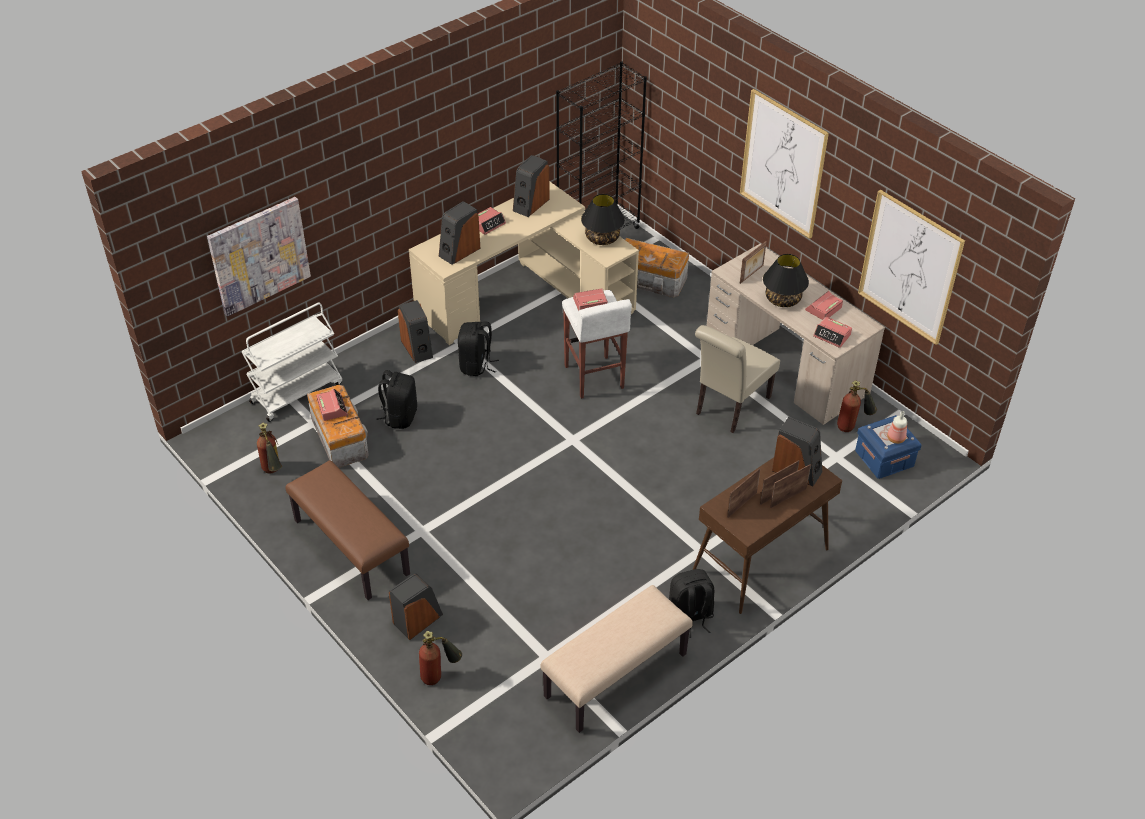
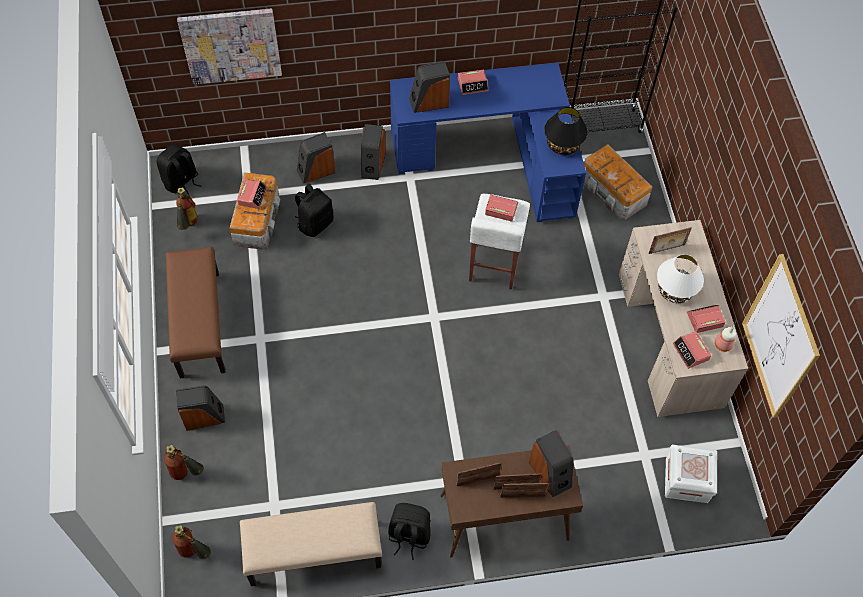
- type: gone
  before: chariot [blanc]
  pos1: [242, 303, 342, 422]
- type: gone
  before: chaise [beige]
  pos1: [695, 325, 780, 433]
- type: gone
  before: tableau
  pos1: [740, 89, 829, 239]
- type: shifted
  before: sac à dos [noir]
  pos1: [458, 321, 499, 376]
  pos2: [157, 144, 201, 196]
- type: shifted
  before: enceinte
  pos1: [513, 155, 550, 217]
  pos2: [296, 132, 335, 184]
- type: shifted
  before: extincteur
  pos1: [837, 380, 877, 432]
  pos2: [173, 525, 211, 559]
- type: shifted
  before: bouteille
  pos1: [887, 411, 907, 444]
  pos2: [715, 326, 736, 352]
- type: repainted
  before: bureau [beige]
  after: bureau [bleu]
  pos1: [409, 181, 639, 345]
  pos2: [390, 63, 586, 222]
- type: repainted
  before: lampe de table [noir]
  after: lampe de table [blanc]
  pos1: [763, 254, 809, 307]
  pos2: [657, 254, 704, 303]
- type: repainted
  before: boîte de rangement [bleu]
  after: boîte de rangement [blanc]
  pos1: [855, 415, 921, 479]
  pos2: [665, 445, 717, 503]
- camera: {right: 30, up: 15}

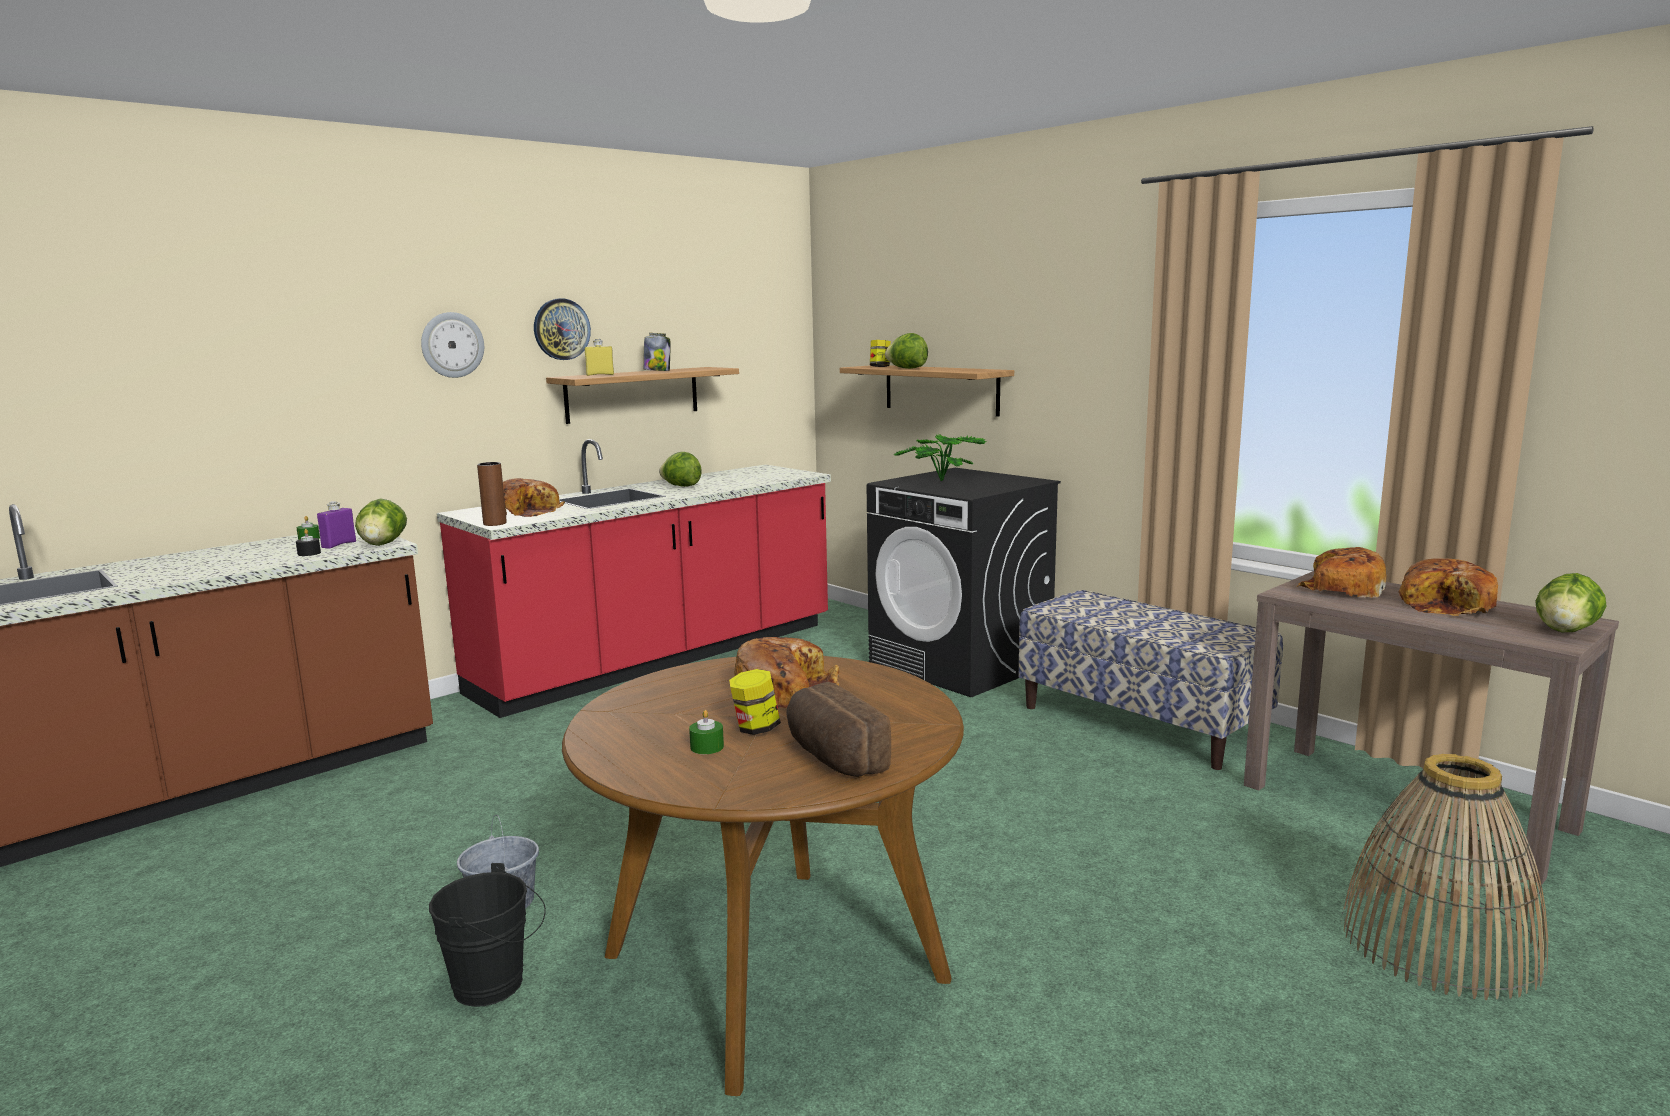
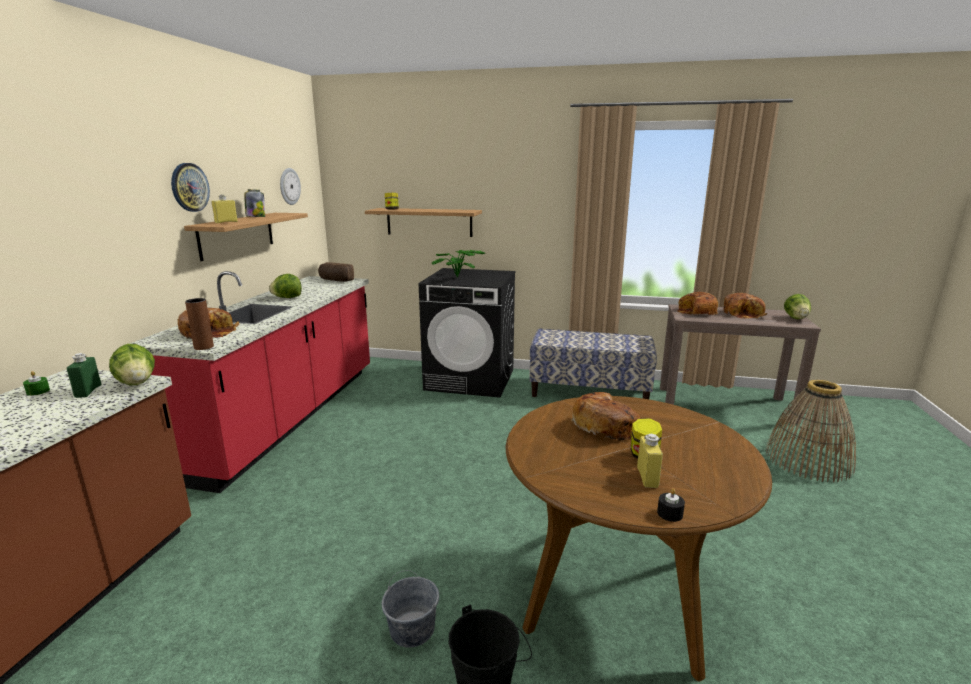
- type: gone
  before: laitue
  pos1: [885, 333, 928, 369]
- type: shifted
  before: bougie [noir]
  pos1: [296, 529, 321, 556]
  pos2: [657, 488, 685, 522]
- type: shifted
  before: horloge murale
  pos1: [421, 312, 484, 378]
  pos2: [280, 168, 301, 205]
- type: shifted
  before: pain
  pos1: [786, 682, 891, 777]
  pos2: [318, 262, 354, 282]
- type: swapped
  before: bougie [vert]
  after: bouteille [jaune]
  pos1: [689, 710, 724, 754]
  pos2: [637, 434, 663, 488]
- type: repainted
  before: bouteille [violet]
  after: bouteille [vert]
  pos1: [317, 501, 356, 548]
  pos2: [67, 353, 101, 398]
- camera: {right: -35, up: 5}

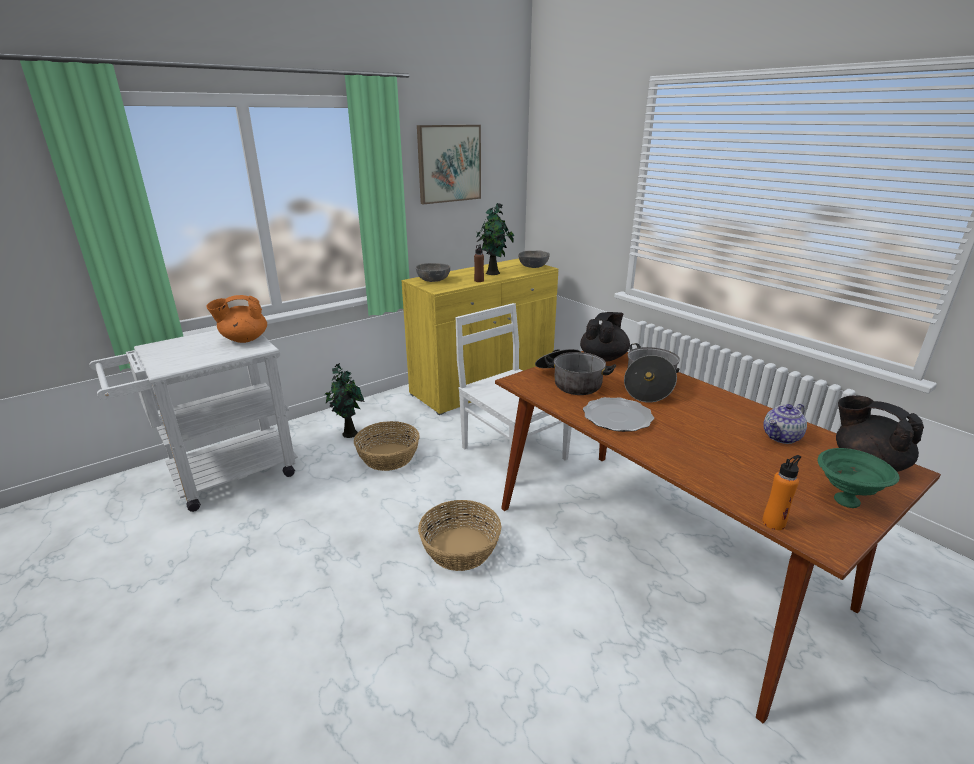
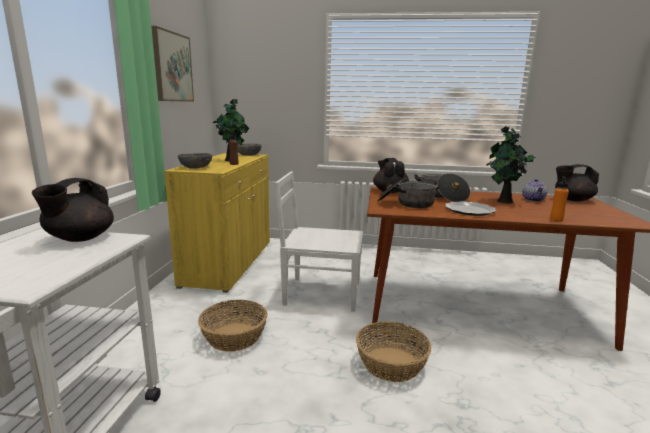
- type: gone
  before: bol [vert]
  pos1: [818, 448, 899, 508]
- type: shifted
  before: plante en pot
  pos1: [325, 363, 365, 438]
  pos2: [486, 126, 536, 203]
- type: shifted
  before: bouteille [orange]
  pos1: [762, 455, 801, 530]
  pos2: [550, 176, 569, 222]
- type: repainted
  before: théière [orange]
  after: théière [noir]
  pos1: [206, 295, 267, 343]
  pos2: [32, 178, 114, 242]
- camera: {right: -45, up: -10}

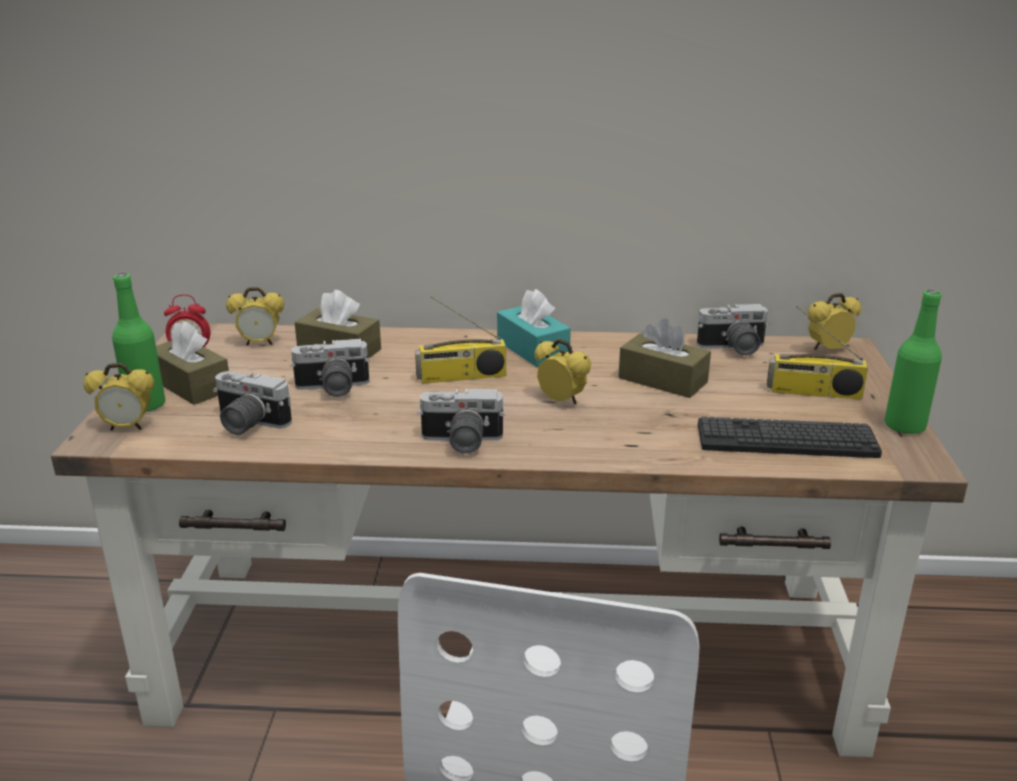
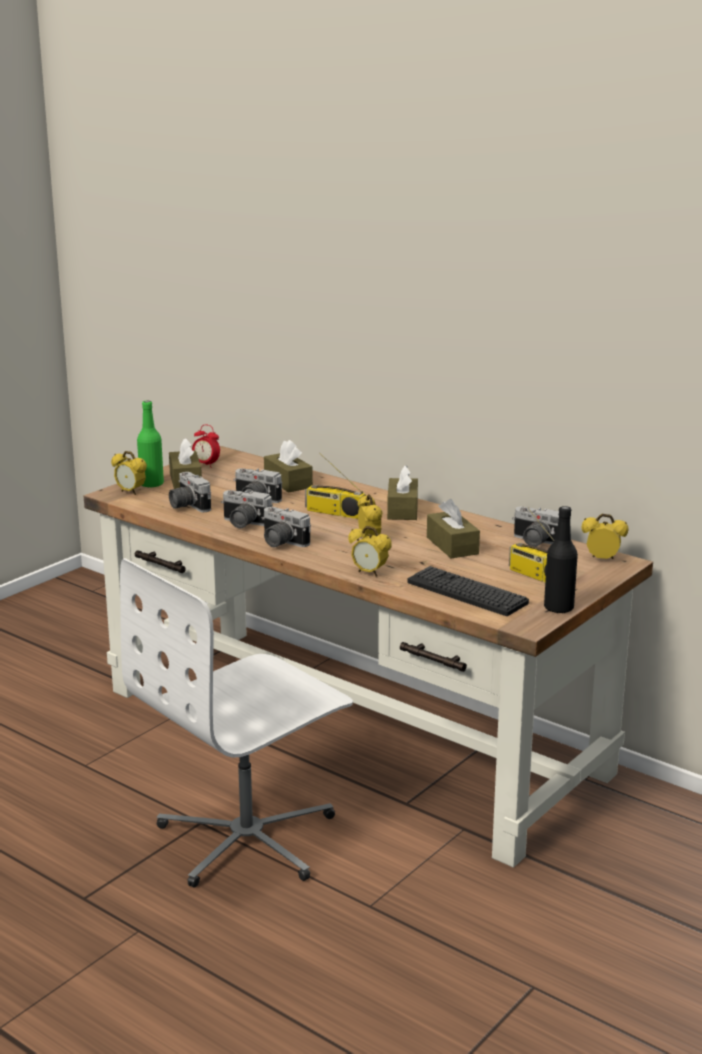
- type: new
  after: appareil photo
  pos2: [221, 490, 273, 528]
- type: shifted
  before: réveil
  pos1: [226, 287, 284, 346]
  pos2: [348, 526, 392, 577]
- type: repainted
  before: boîte à mouchoirs [turquoise]
  after: boîte à mouchoirs [marron]
  pos1: [497, 289, 571, 367]
  pos2: [387, 465, 418, 520]
- type: repainted
  before: bouteille [vert]
  after: bouteille [noir]
  pos1: [885, 290, 942, 435]
  pos2: [544, 506, 578, 614]
- camera: {right: 35, up: -5}

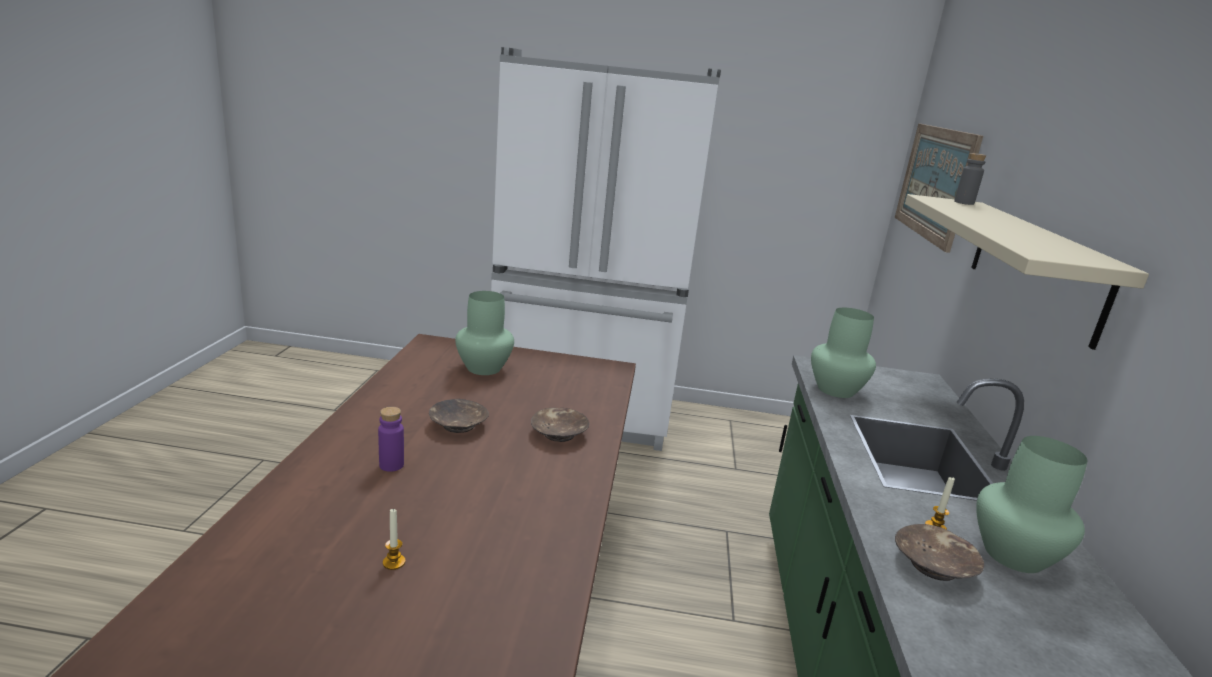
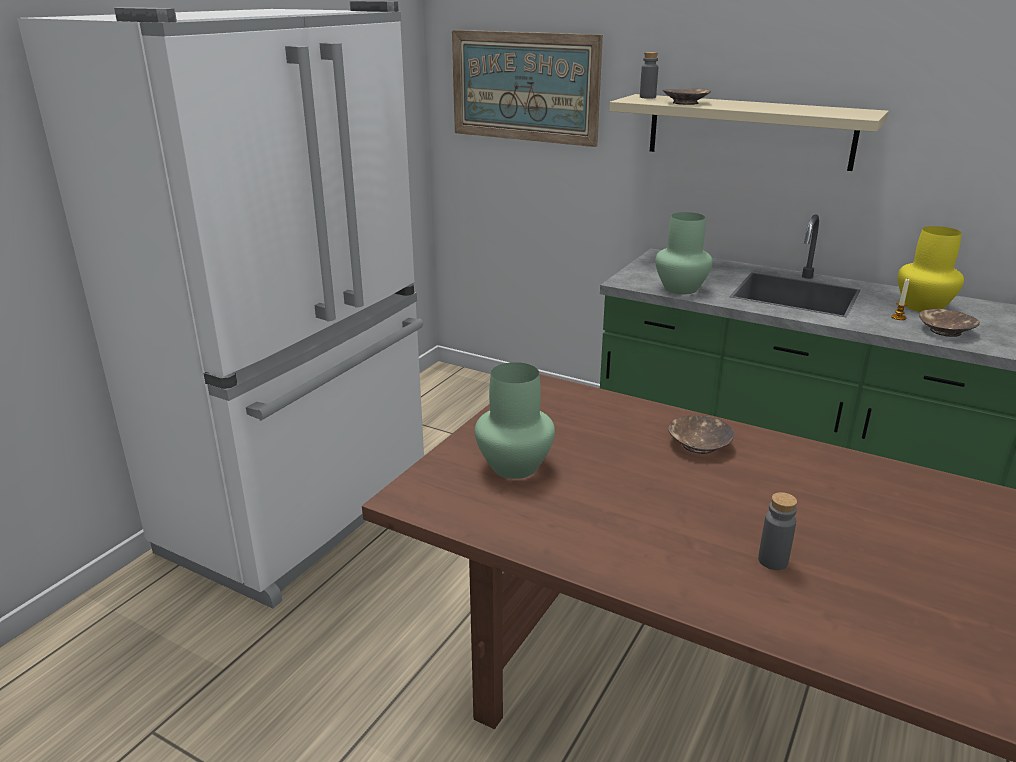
- type: gone
  before: bougie
  pos1: [383, 509, 406, 570]
- type: shifted
  before: bol [marron]
  pos1: [429, 399, 489, 433]
  pos2: [663, 88, 711, 105]
- type: repainted
  before: bouteille [violet]
  after: bouteille [gris]
  pos1: [378, 407, 404, 472]
  pos2: [758, 492, 797, 570]
- type: repainted
  before: vase [vert]
  after: vase [jaune]
  pos1: [976, 436, 1087, 573]
  pos2: [898, 226, 964, 312]
- camera: {right: -65, up: 5}

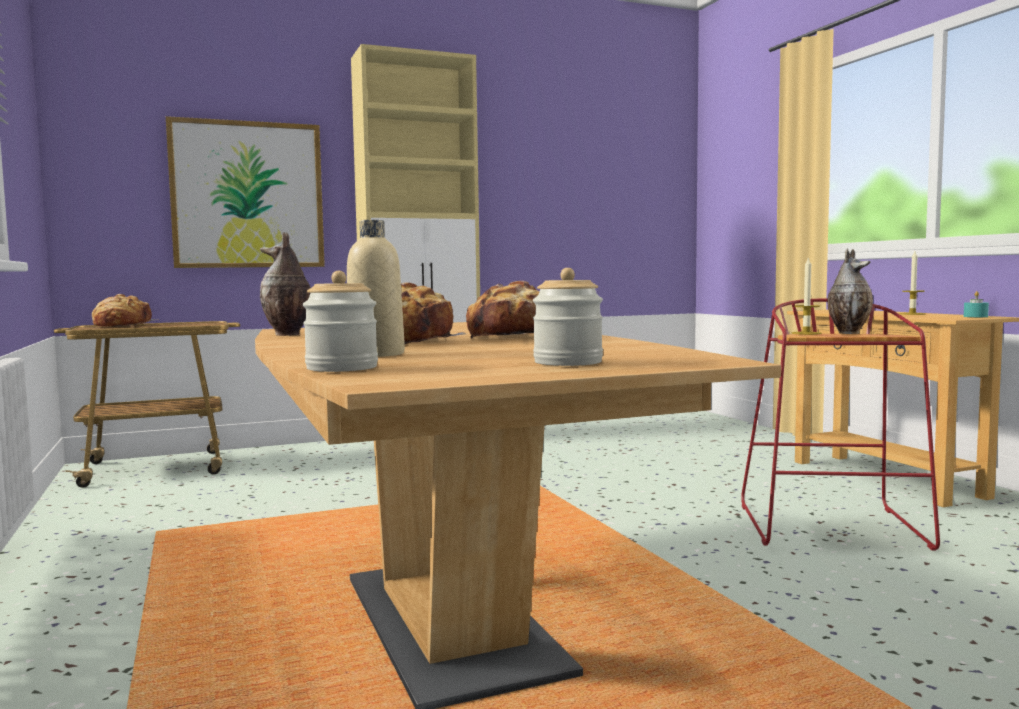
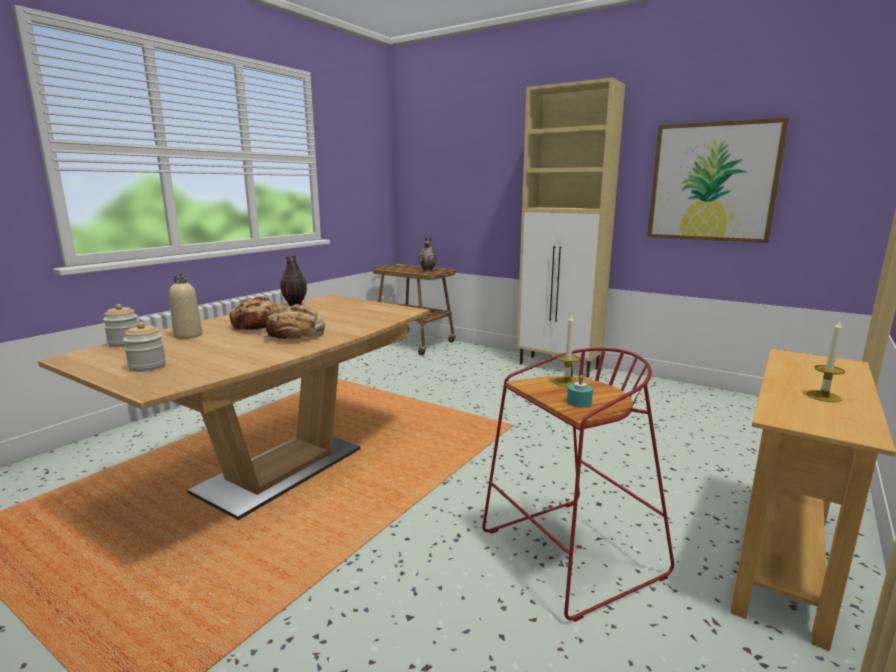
- type: gone
  before: pain
  pos1: [92, 294, 159, 327]
- type: shifted
  before: tableau
  pos1: [166, 116, 325, 268]
  pos2: [647, 117, 789, 243]
- type: shifted
  before: vase
  pos1: [827, 248, 873, 334]
  pos2: [419, 237, 436, 272]
- type: shifted
  before: bougie [turquoise]
  pos1: [964, 291, 989, 317]
  pos2: [567, 375, 593, 407]
- camera: {right: 55, up: 10}

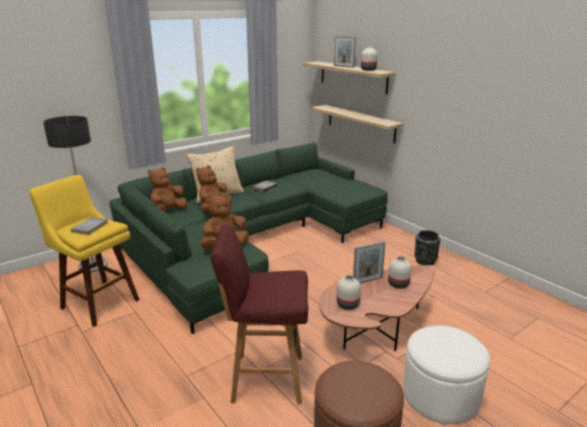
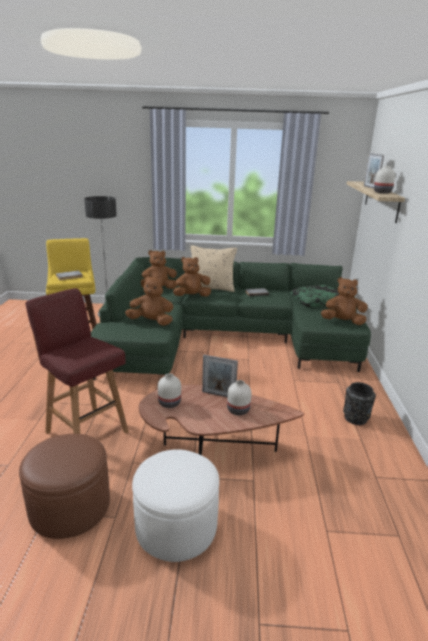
- type: gone
  before: étagère
  pos1: [311, 105, 404, 144]
- type: new
  after: coussin
  pos2: [290, 285, 339, 307]
- type: new
  after: peluche [marron]
  pos2: [321, 277, 368, 325]
- camera: {right: 40, up: 0}

